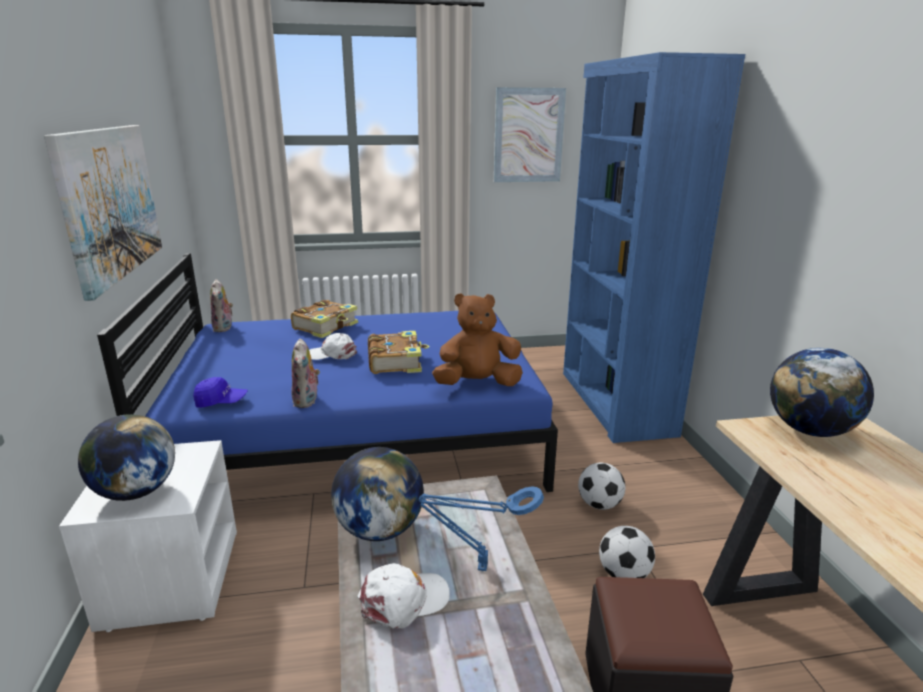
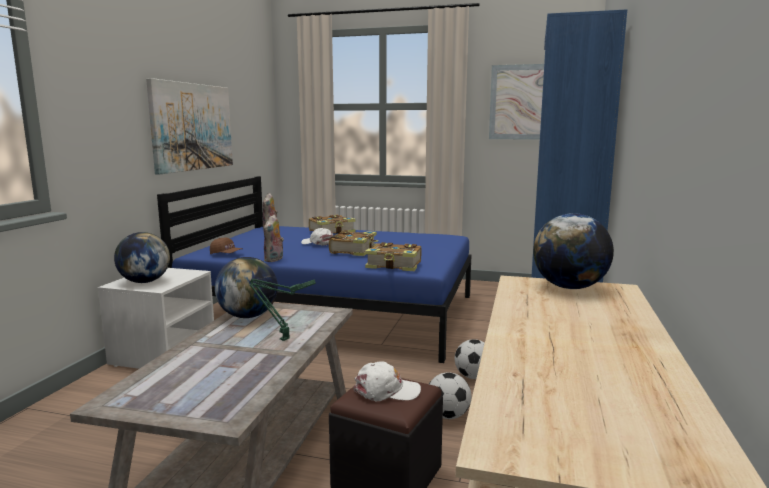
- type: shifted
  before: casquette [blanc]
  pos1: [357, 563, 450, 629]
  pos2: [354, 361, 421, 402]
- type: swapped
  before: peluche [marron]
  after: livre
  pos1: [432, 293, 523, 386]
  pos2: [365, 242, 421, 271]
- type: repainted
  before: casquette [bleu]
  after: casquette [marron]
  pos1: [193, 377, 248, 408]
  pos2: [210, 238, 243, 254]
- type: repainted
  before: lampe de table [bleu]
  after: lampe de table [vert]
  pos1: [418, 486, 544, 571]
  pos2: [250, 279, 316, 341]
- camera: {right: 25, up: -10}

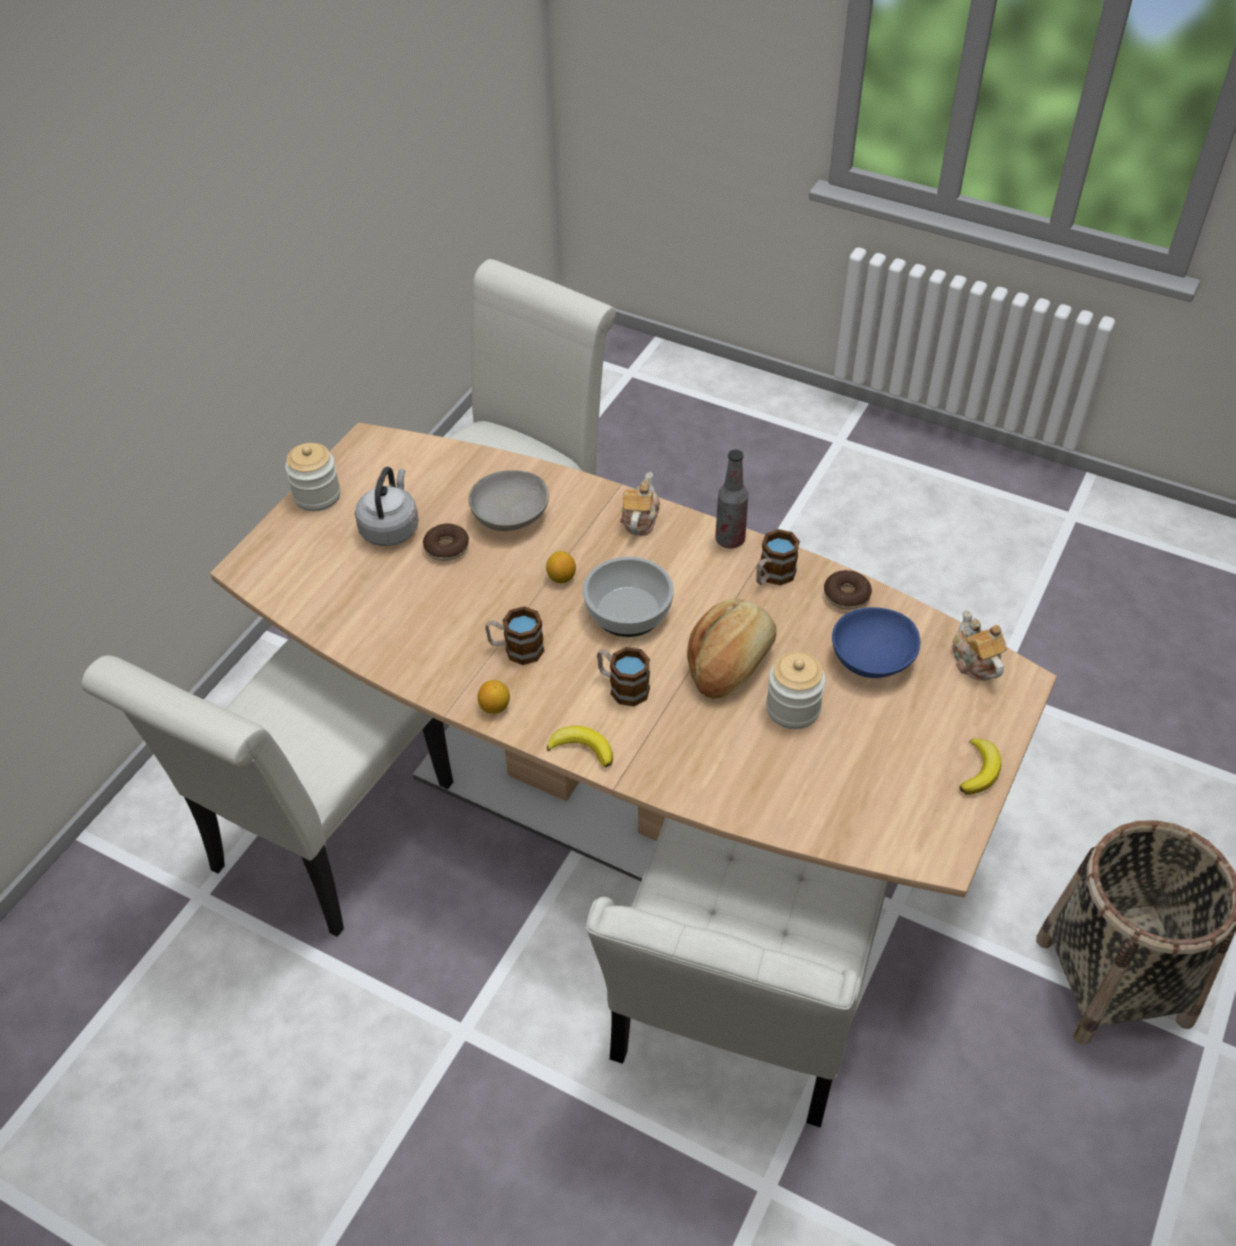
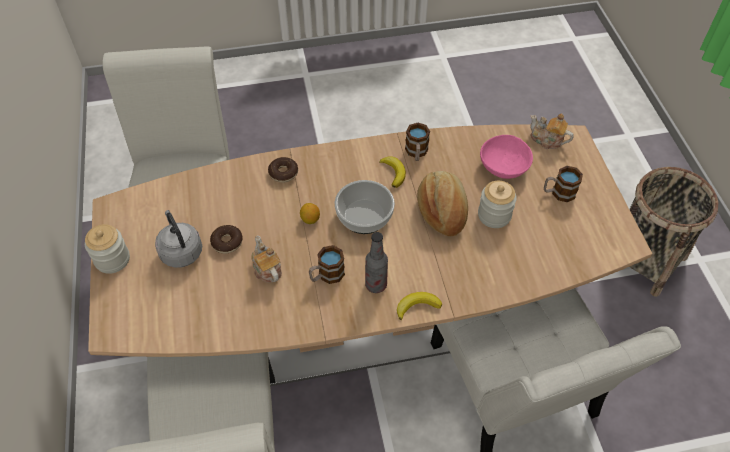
- type: gone
  before: bol [gris]
  pos1: [469, 470, 549, 531]
- type: gone
  before: citron
  pos1: [478, 680, 510, 714]
- type: shifted
  before: mug
  pos1: [597, 647, 650, 706]
  pos2: [544, 166, 583, 202]
- type: shifted
  before: théière
  pos1: [620, 472, 660, 536]
  pos2: [251, 235, 282, 283]
- type: shifted
  before: bouteille
  pos1: [715, 450, 748, 548]
  pos2: [365, 232, 388, 293]
- type: shifted
  before: beignet
  pos1: [824, 570, 872, 610]
  pos2: [268, 157, 298, 182]
- type: shifted
  before: banane
  pos1: [959, 739, 1001, 795]
  pos2: [379, 156, 406, 188]
- type: repainted
  before: bol [bleu]
  after: bol [rose]
  pos1: [832, 607, 920, 678]
  pos2: [480, 135, 533, 179]
- camera: {right: -40, up: 5}

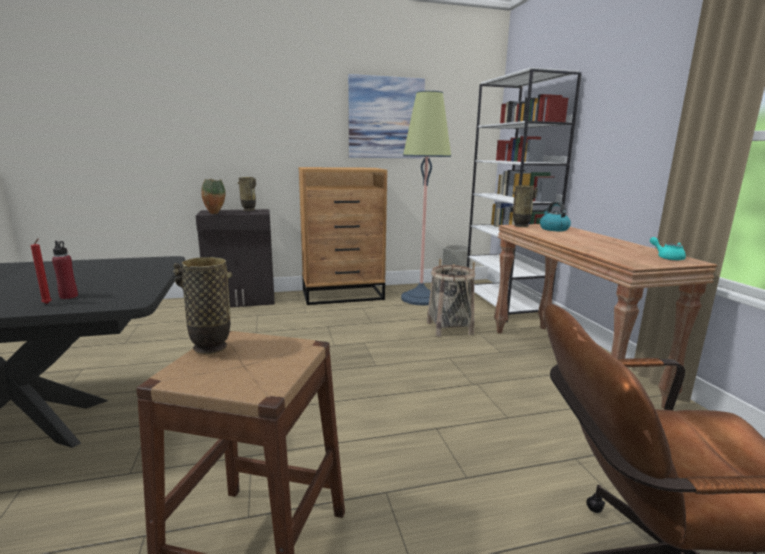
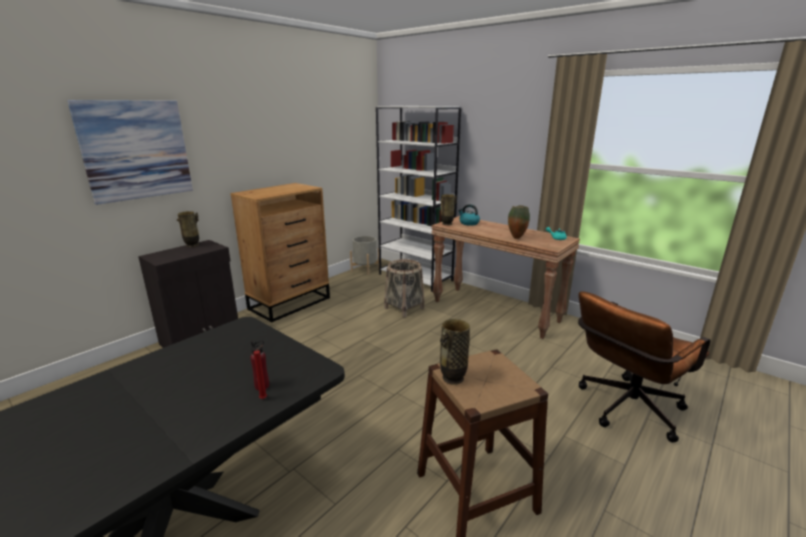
- type: gone
  before: lampadaire
  pos1: [401, 91, 451, 305]
- type: shifted
  before: vase
  pos1: [201, 179, 226, 214]
  pos2: [508, 205, 530, 239]
- type: shifted
  before: tableau
  pos1: [348, 74, 425, 159]
  pos2: [67, 100, 193, 205]
- camera: {right: -35, up: 5}

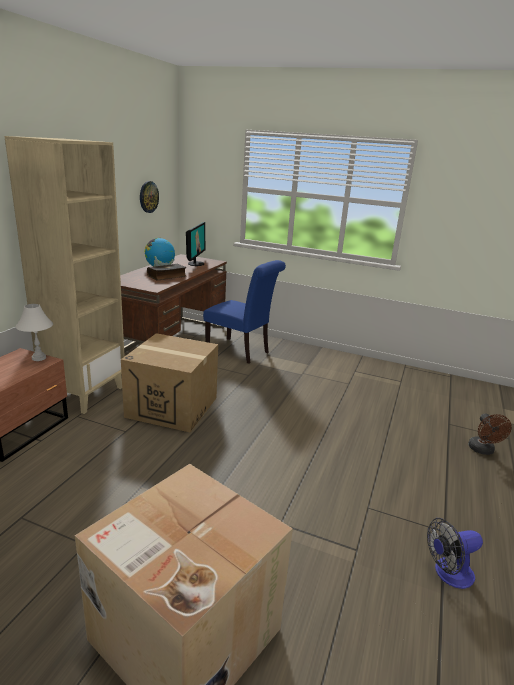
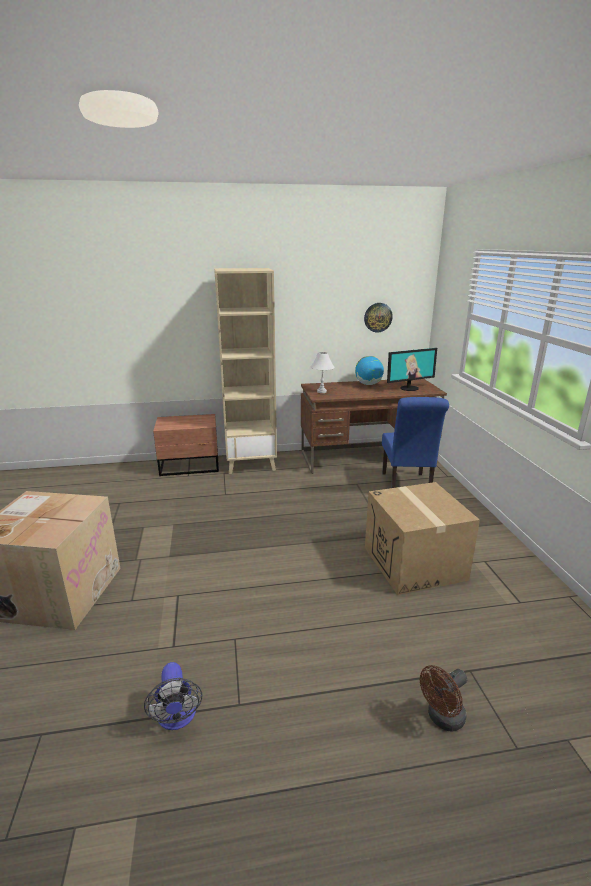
- type: gone
  before: livre
  pos1: [147, 264, 186, 281]
- type: shifted
  before: lampe de table [blanc]
  pos1: [16, 304, 53, 361]
  pos2: [310, 352, 335, 393]
- type: shifted
  before: carton
  pos1: [121, 333, 218, 432]
  pos2: [365, 482, 480, 595]
- type: rotated
  before: ventilateur
  pos1: [427, 518, 483, 589]
  pos2: [144, 662, 202, 730]
  turn: -150
- camera: {right: 60, up: 0}

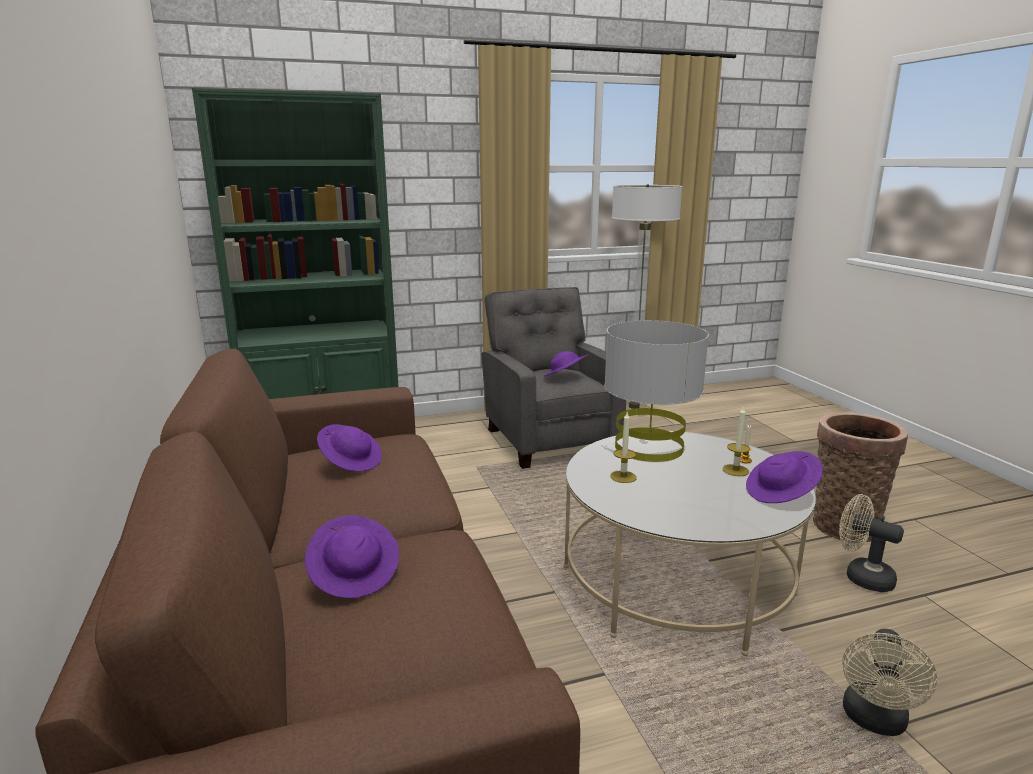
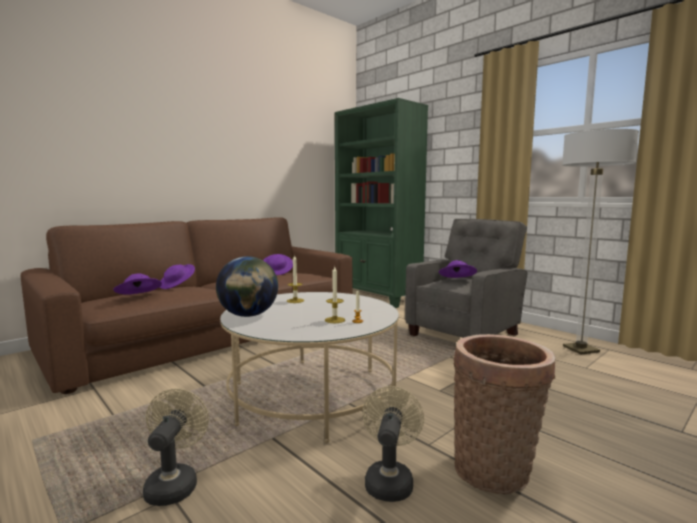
- type: gone
  before: lampe de table [gris]
  pos1: [604, 320, 709, 462]
- type: new
  after: globe
  pos2: [216, 256, 278, 317]
- type: shifted
  before: chapeau [violet]
  pos1: [746, 451, 823, 503]
  pos2: [113, 274, 162, 295]
- type: rotated
  before: ventilateur [beige]
  pos1: [842, 629, 937, 736]
  pos2: [143, 388, 209, 506]
  turn: 90
- camera: {right: 65, up: -10}

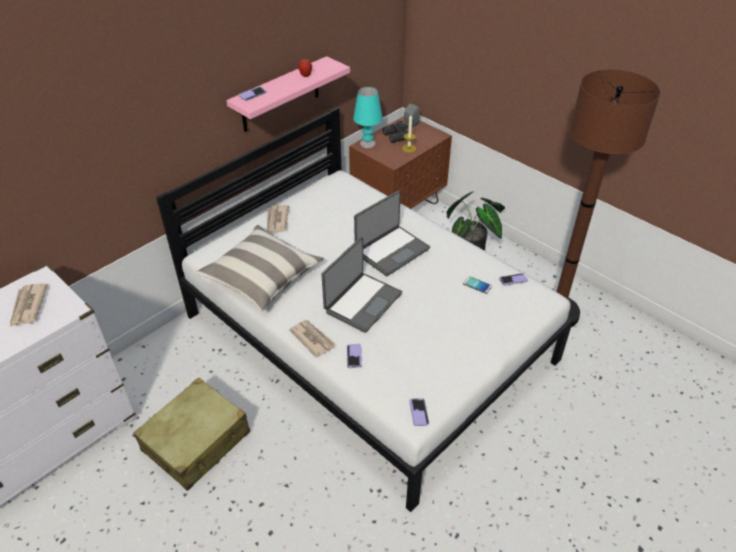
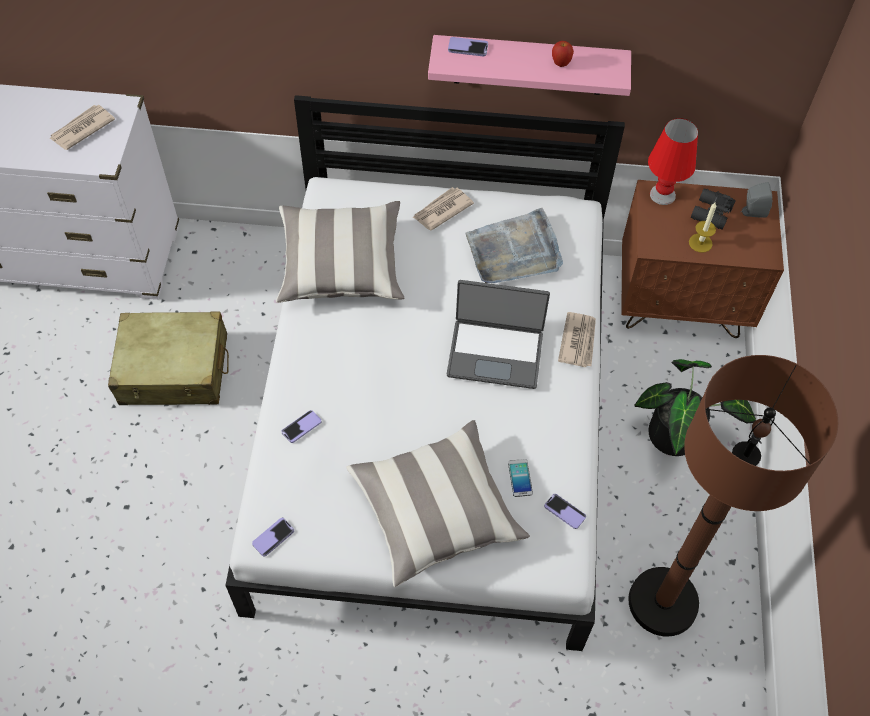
- type: gone
  before: ordinateur portable
  pos1: [321, 237, 402, 333]
- type: new
  after: coussin
  pos2: [346, 420, 530, 587]
- type: new
  after: plateau [gris]
  pos2: [465, 208, 563, 283]
- type: shifted
  before: journal
  pos1: [289, 320, 336, 358]
  pos2: [558, 312, 596, 367]
- type: repainted
  before: lampe de table [turquoise]
  after: lampe de table [rouge]
  pos1: [353, 87, 383, 148]
  pos2: [648, 118, 698, 205]
- camera: {right: 50, up: 15}

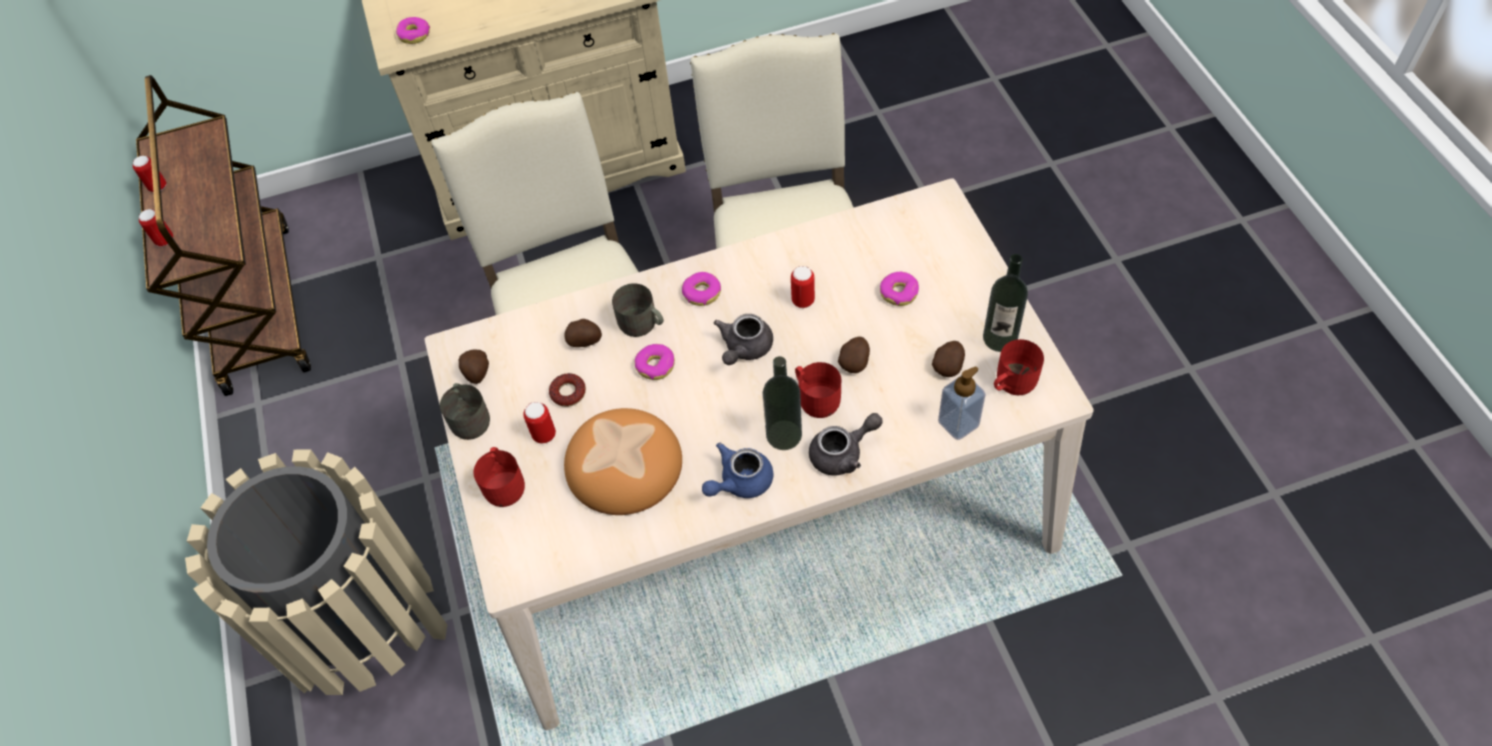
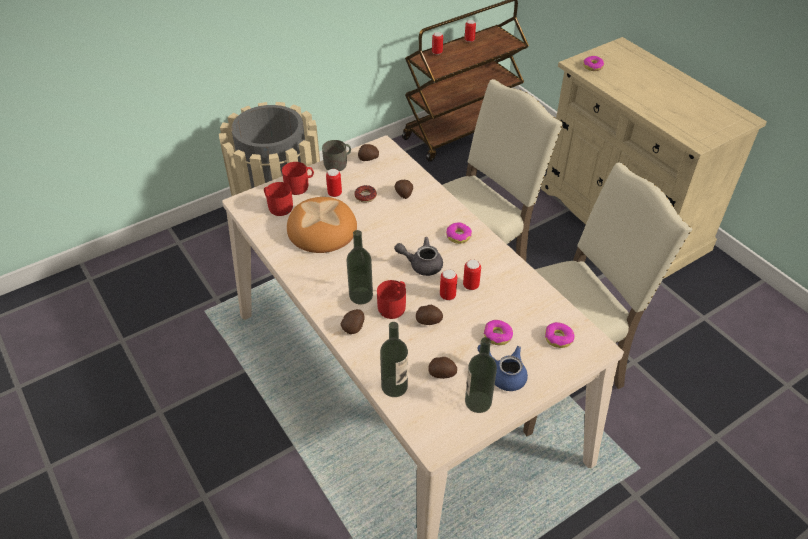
- type: gone
  before: mug [gris]
  pos1: [612, 283, 664, 337]
- type: new
  after: boîte métallique
  pos2: [440, 269, 457, 301]
- type: shifted
  before: beignet
  pos1: [635, 344, 675, 380]
  pos2: [545, 322, 575, 348]
- type: shifted
  before: théière [bleu]
  pos1: [702, 443, 773, 498]
  pos2: [477, 344, 528, 391]
- type: shifted
  before: mug [rouge]
  pos1: [994, 339, 1044, 395]
  pos2: [264, 182, 293, 216]
- type: swapped
  before: théière [gris]
  after: pomme de terre
  pos1: [809, 413, 883, 476]
  pos2: [341, 309, 364, 334]
- type: swapped
  before: distributeur de savon
  after: bouteille
  pos1: [938, 366, 986, 440]
  pos2: [380, 322, 408, 397]
- camera: {right: 70, up: -10}

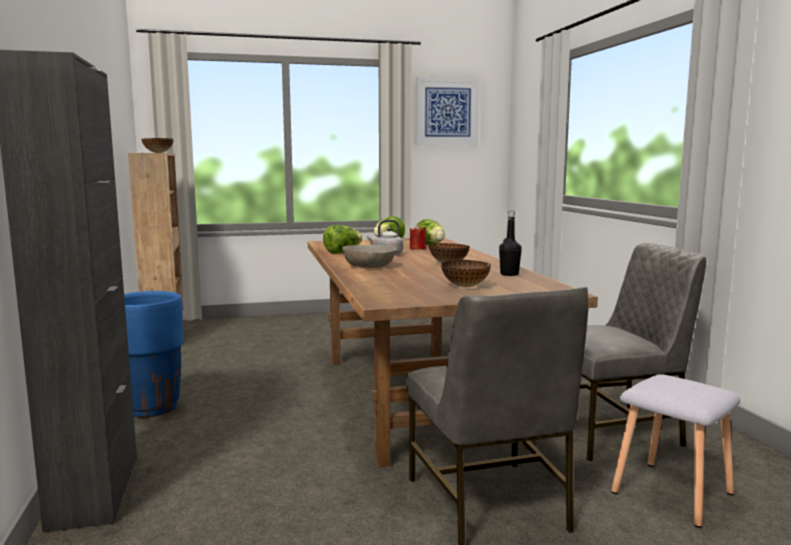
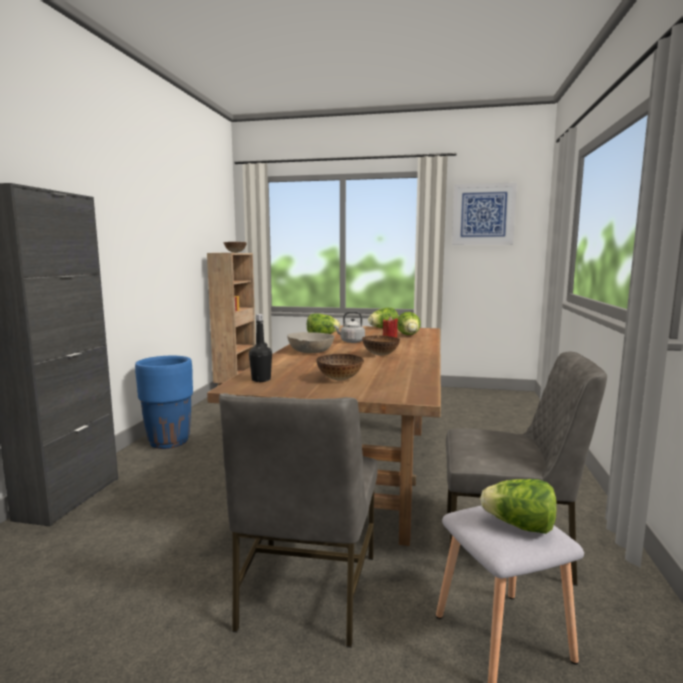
- type: new
  after: laitue
  pos2: [480, 479, 557, 534]
- type: shifted
  before: bouteille [noir]
  pos1: [499, 211, 522, 276]
  pos2: [249, 314, 272, 382]
- camera: {right: 25, up: 0}

